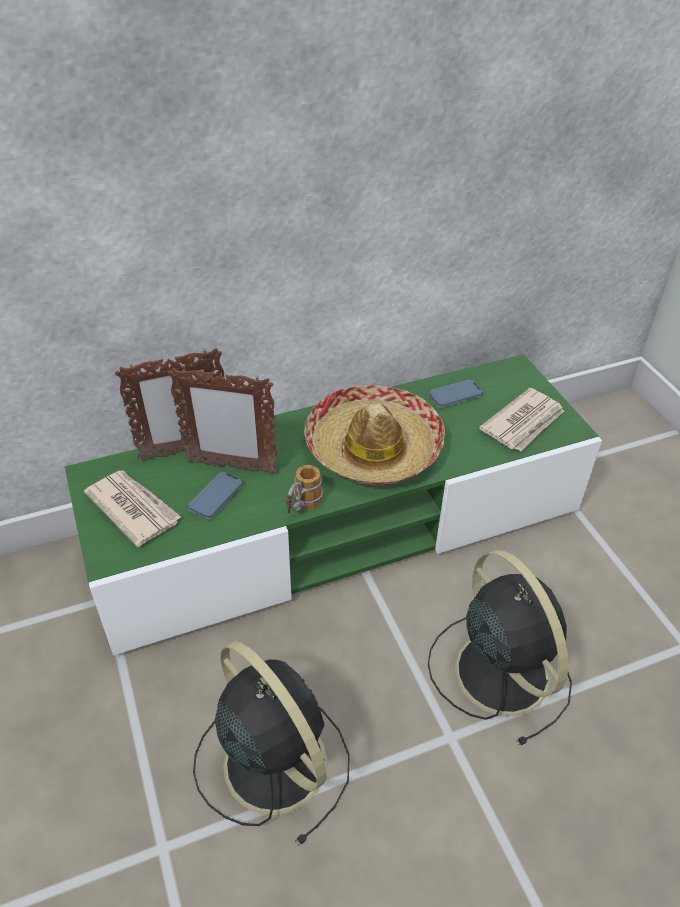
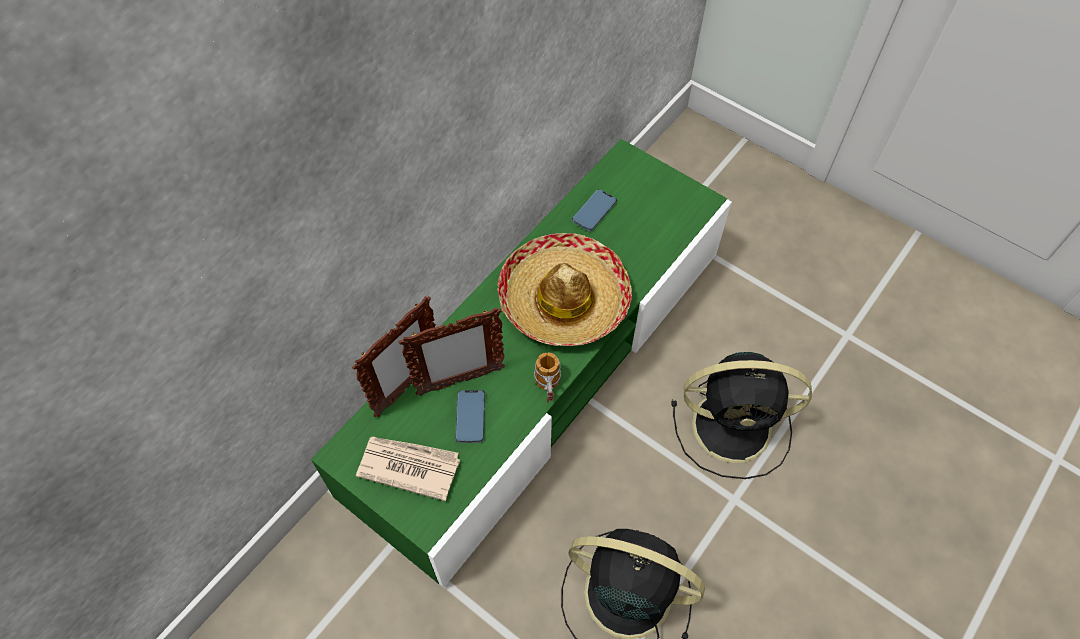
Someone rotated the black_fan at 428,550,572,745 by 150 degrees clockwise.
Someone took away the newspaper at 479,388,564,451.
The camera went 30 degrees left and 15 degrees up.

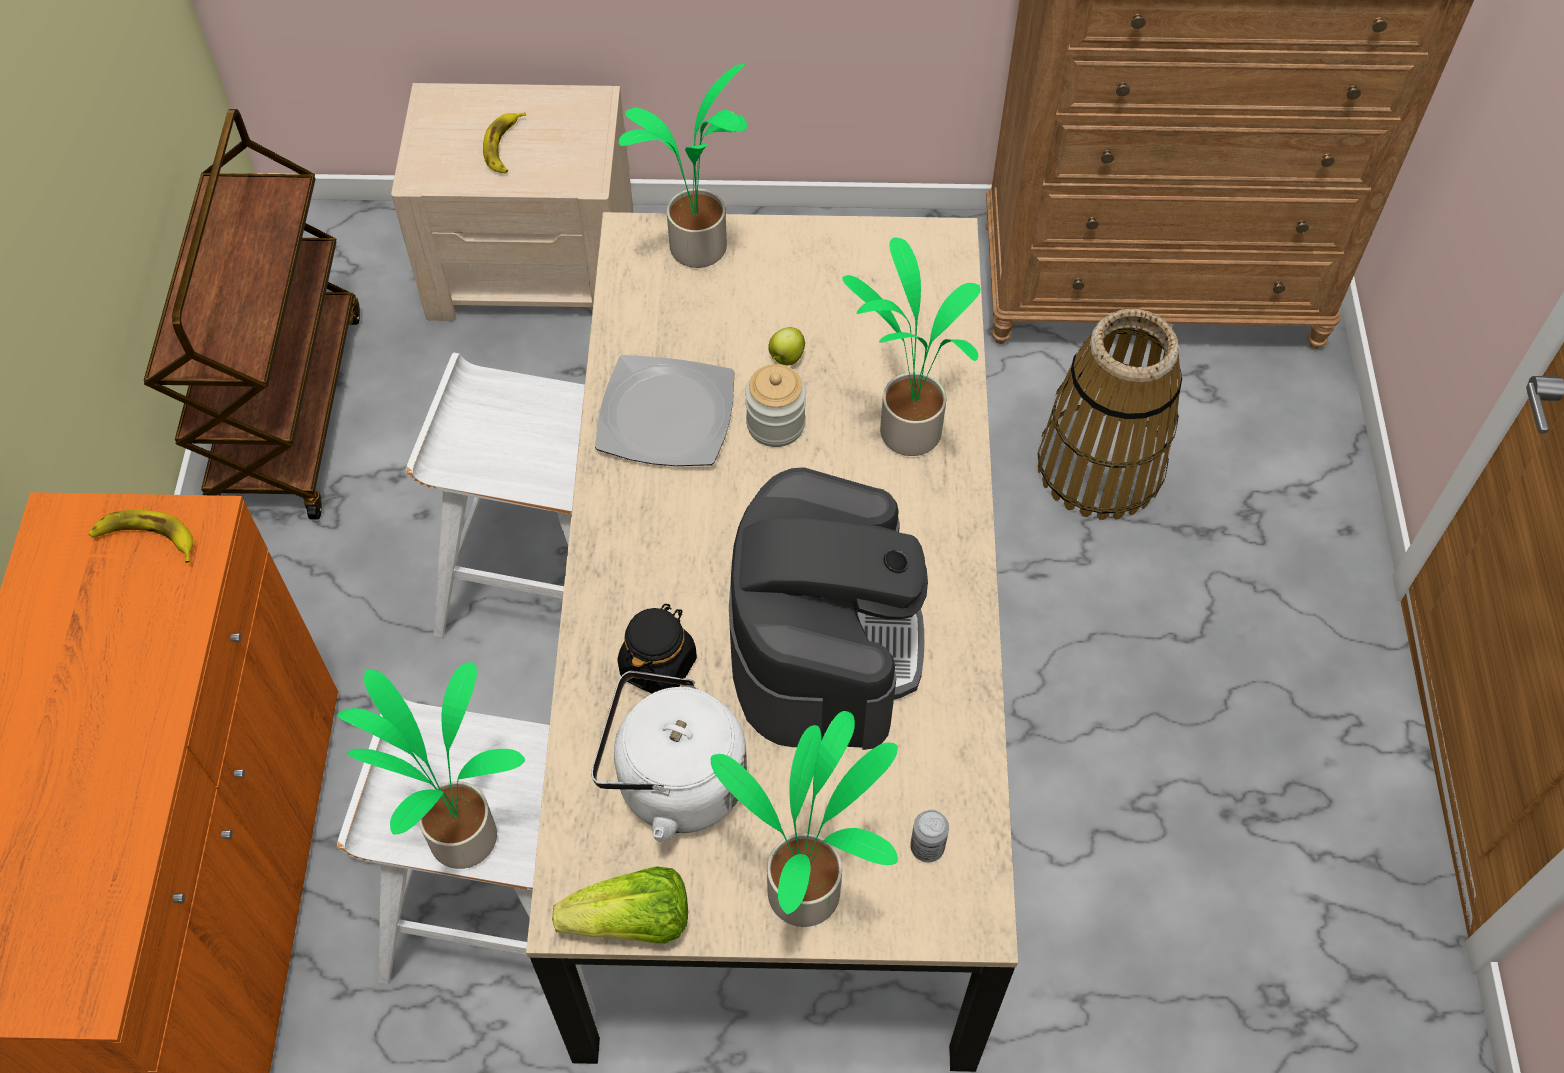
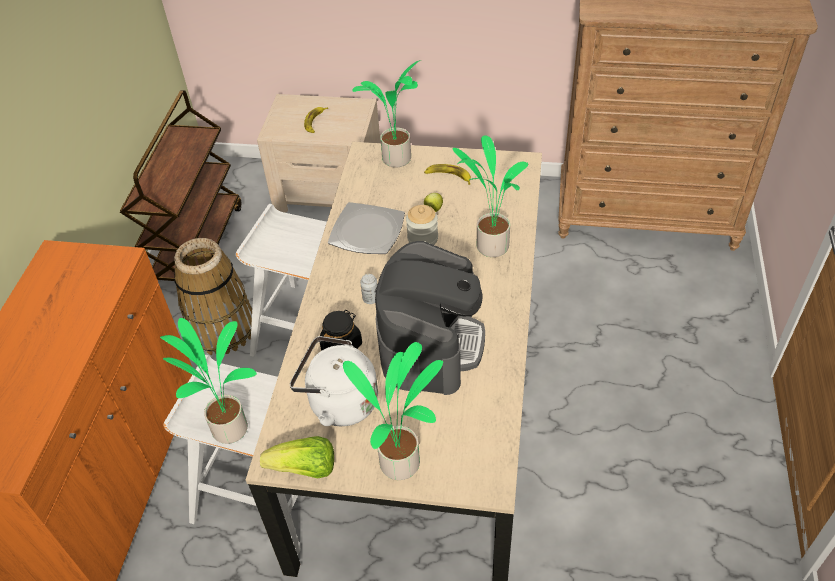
Someone carried the basket from 1038,309,1182,520 to 174,238,252,355.
Someone carried the can from 910,810,949,862 to 360,274,378,304.
Someone carried the banana from 89,510,193,563 to 424,164,471,185.
The camera went 10 degrees right and 10 degrees down.

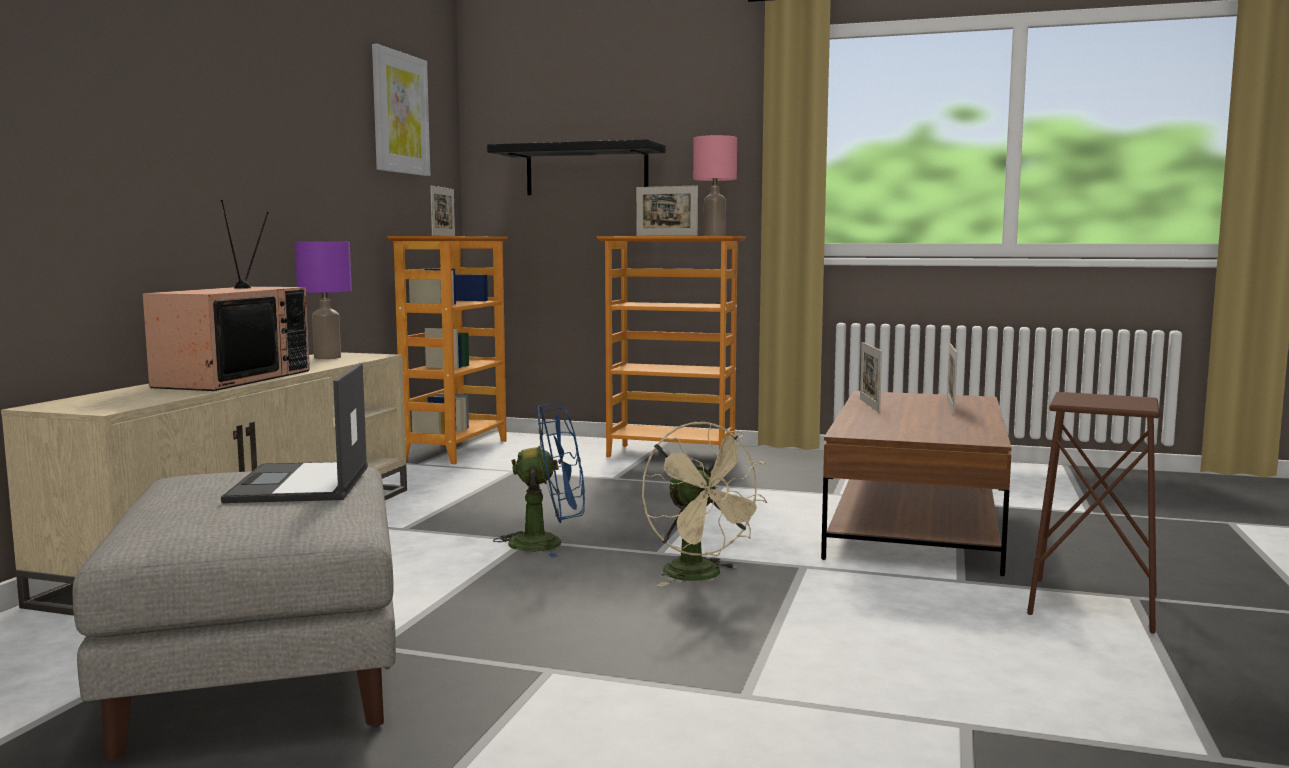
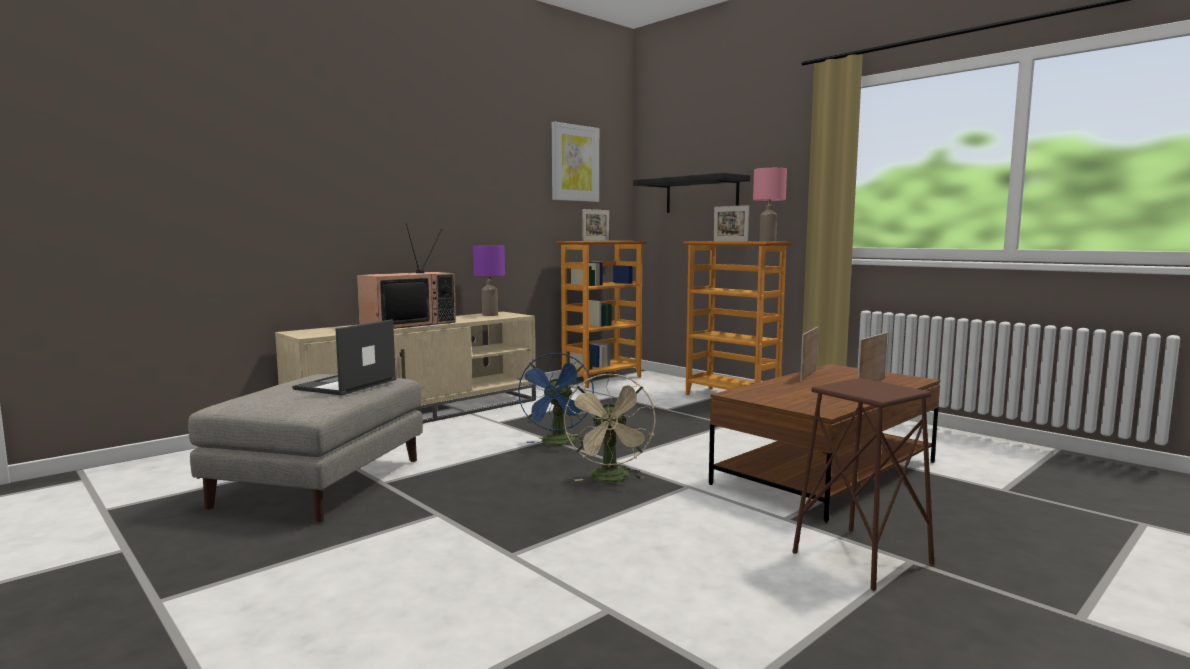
Someone rotated the blue_fan at 493,402,585,558 by 75 degrees clockwise.
The camera went 30 degrees right and 0 degrees up.

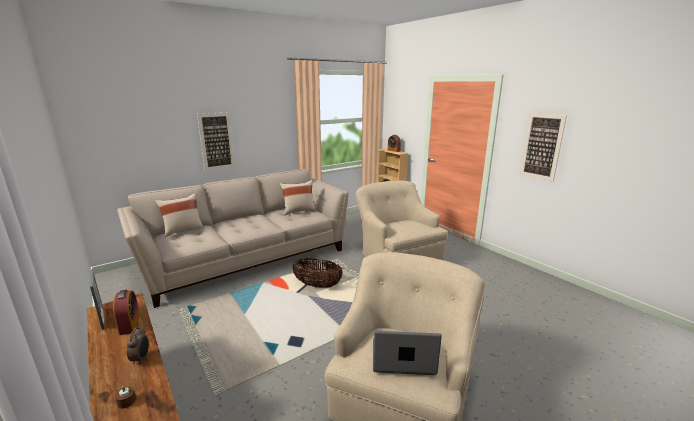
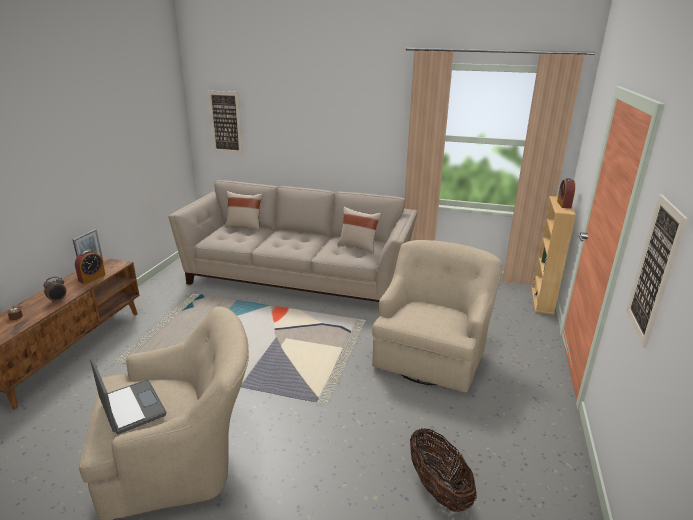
Someone carried the picture from 197,112,235,171 to 207,91,243,154.
Someone carried the basket from 292,258,343,288 to 410,428,477,512.
The camera went 50 degrees right and 5 degrees up.

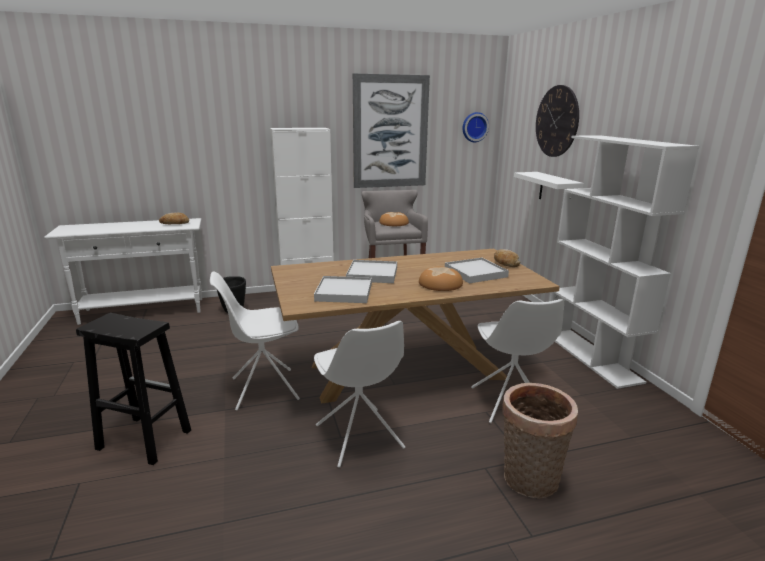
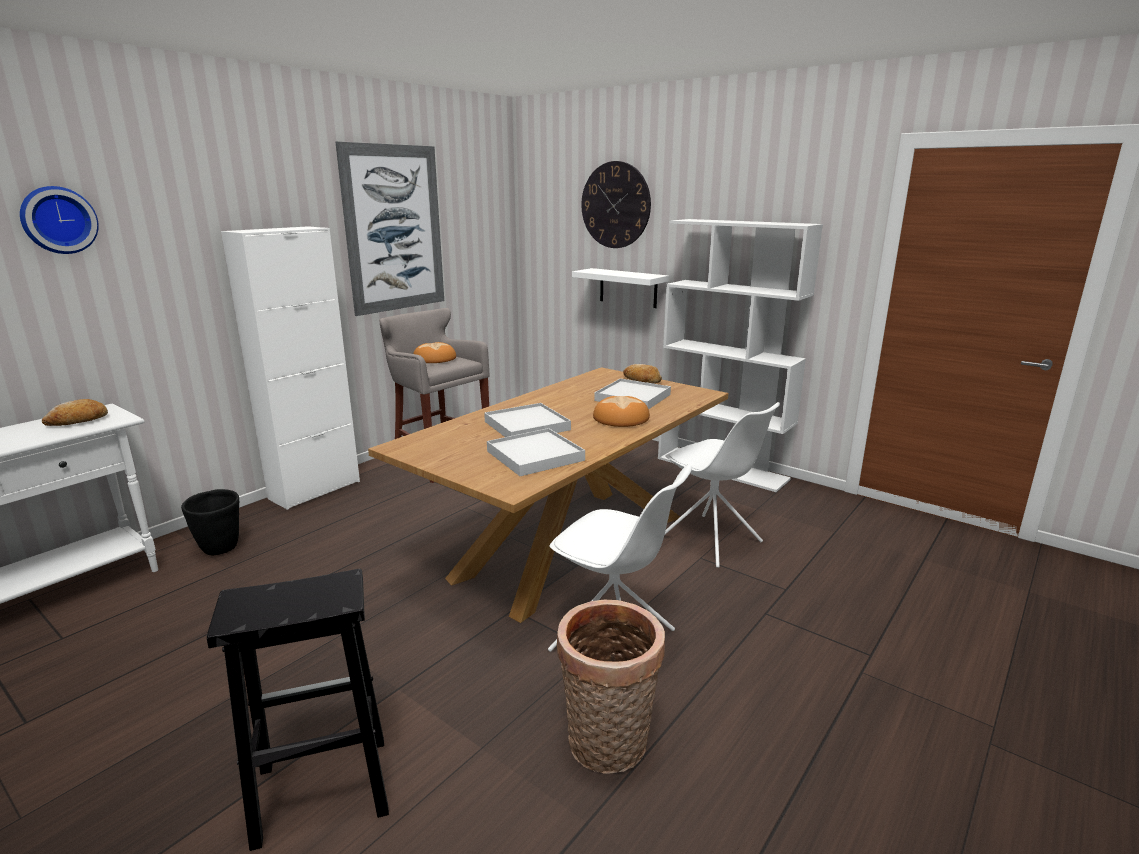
Someone carried the wall_clock from 463,112,489,142 to 20,186,99,254.
Someone carried the basket from 502,383,578,499 to 557,600,665,774.
Someone took away the white_chair at 210,271,300,410.
The camera went 35 degrees left and 0 degrees up.

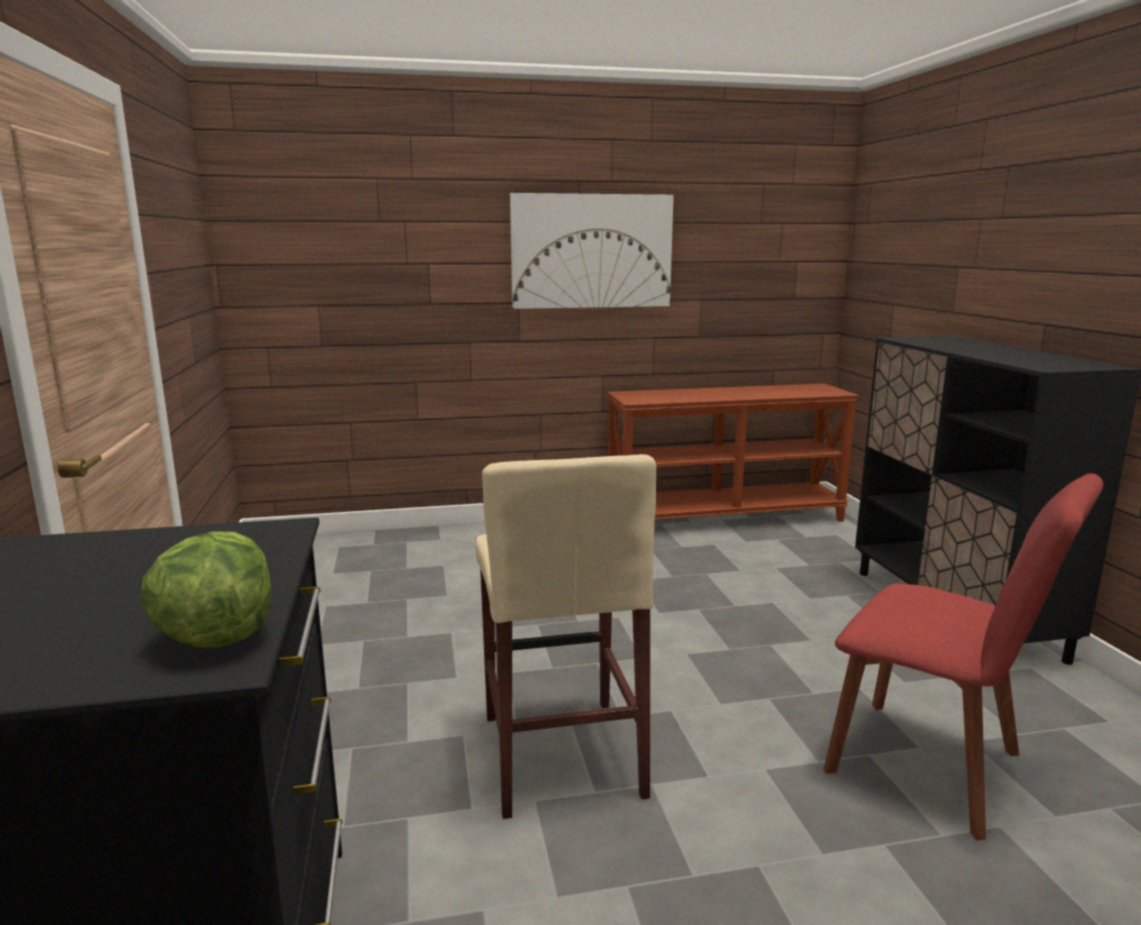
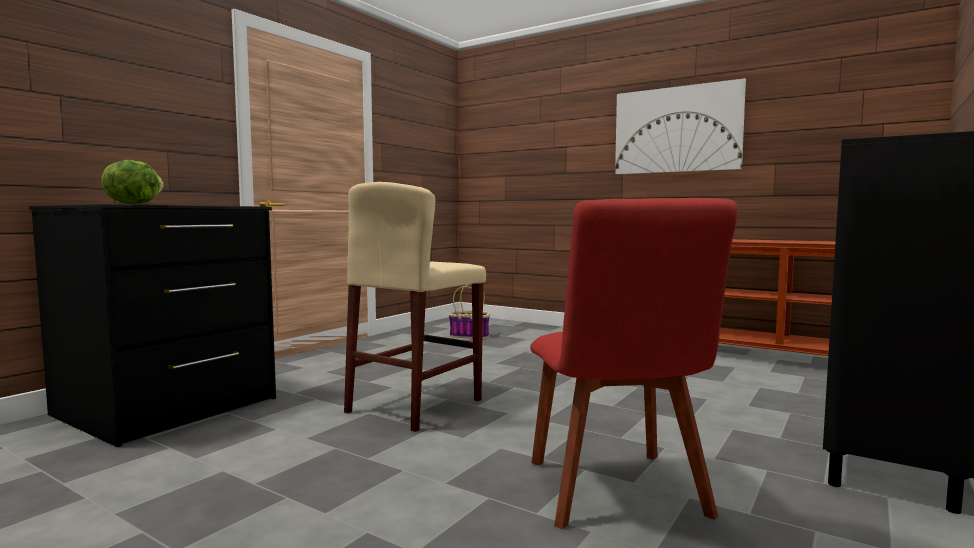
Someone put down the basket at 449,284,490,339.
The camera went 45 degrees right and 10 degrees down.

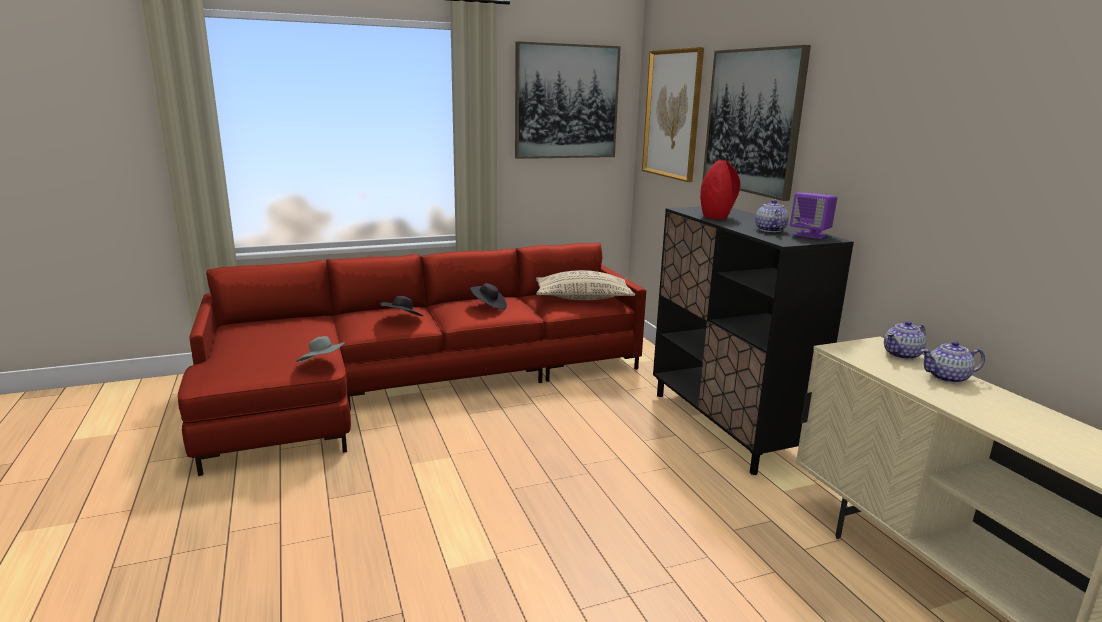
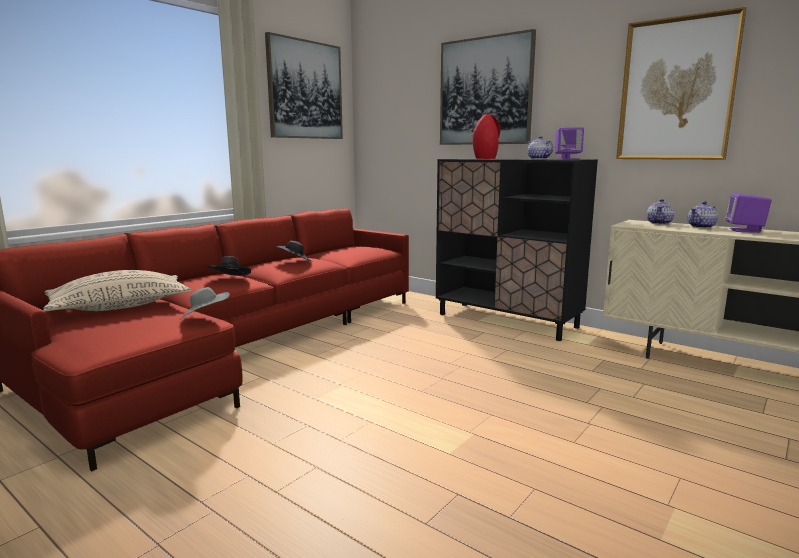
Someone carried the beige_pillow from 536,270,635,300 to 43,270,192,311.
Someone carried the picture from 642,47,704,182 to 616,7,747,160.
Someone put down the purple_speaker at 725,193,772,233.
The camera went 30 degrees left and 5 degrees down.

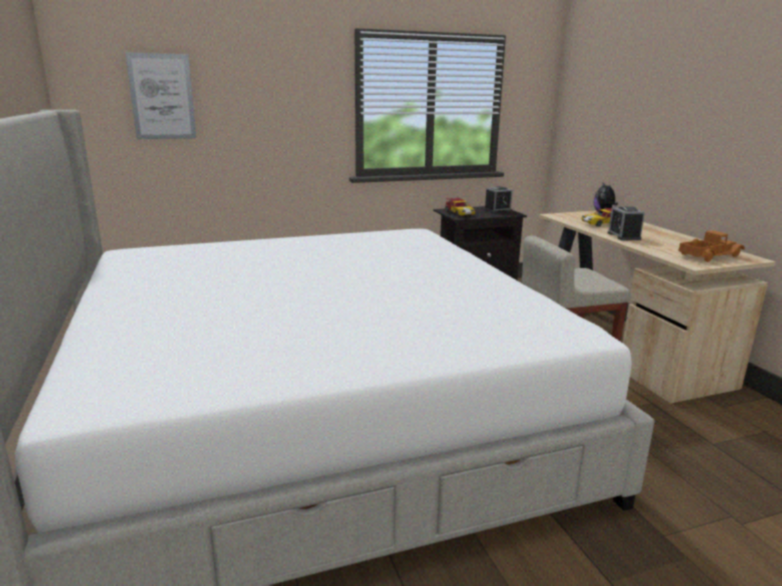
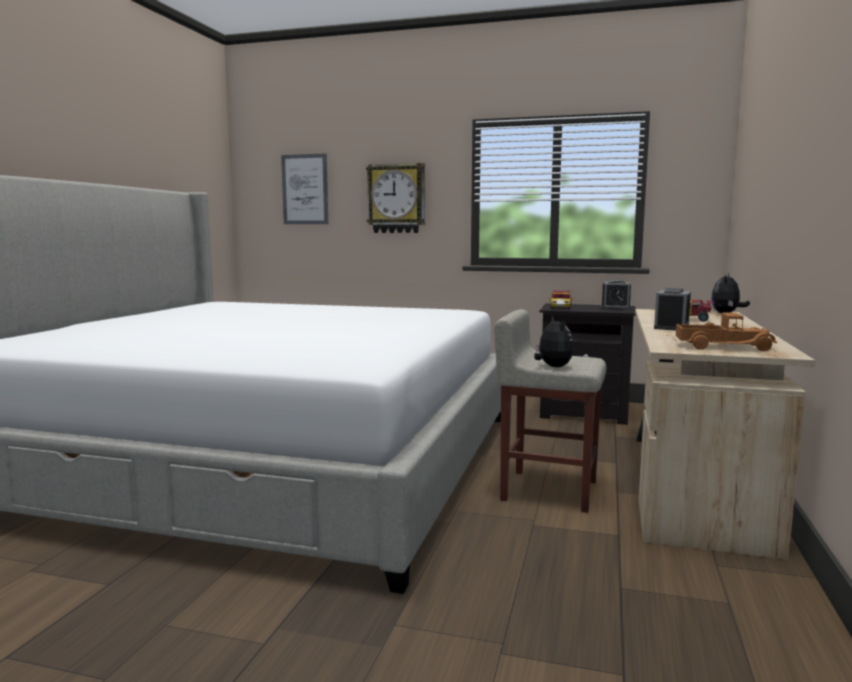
Someone put up the wall_clock at 366,163,425,233.
Someone put down the plush_toy at 534,316,574,367.
The camera went 35 degrees right and 10 degrees down.

